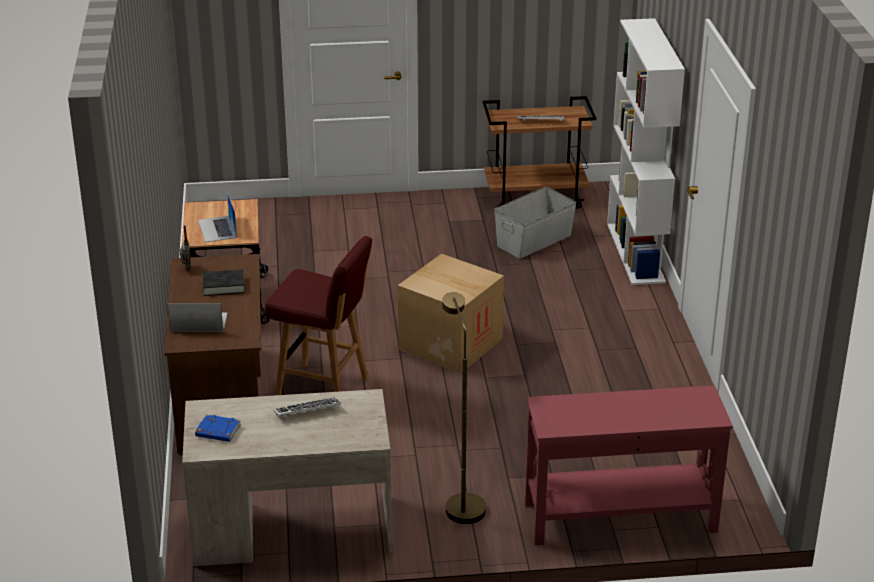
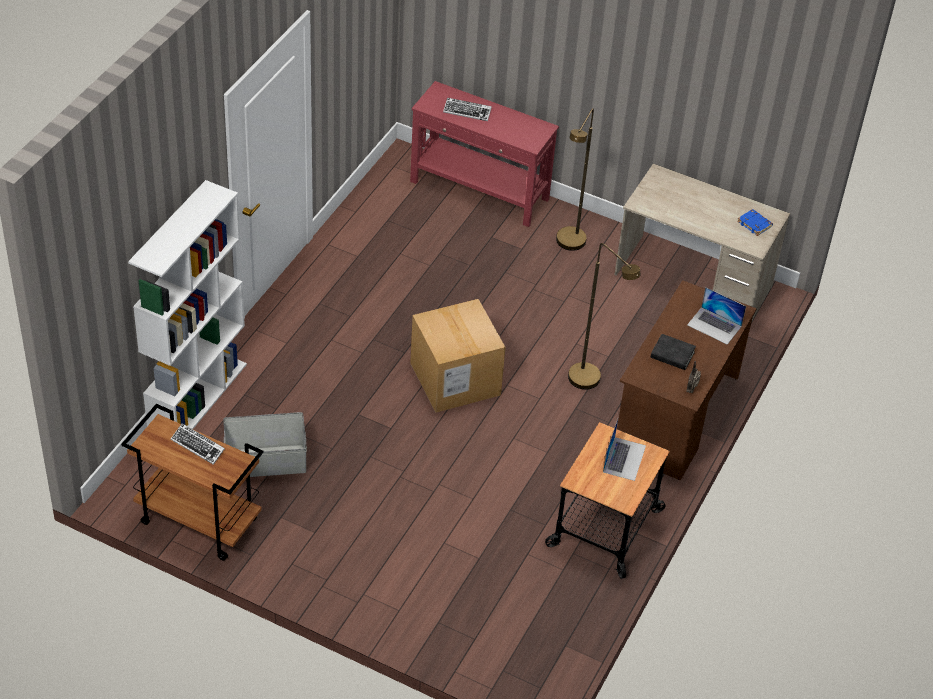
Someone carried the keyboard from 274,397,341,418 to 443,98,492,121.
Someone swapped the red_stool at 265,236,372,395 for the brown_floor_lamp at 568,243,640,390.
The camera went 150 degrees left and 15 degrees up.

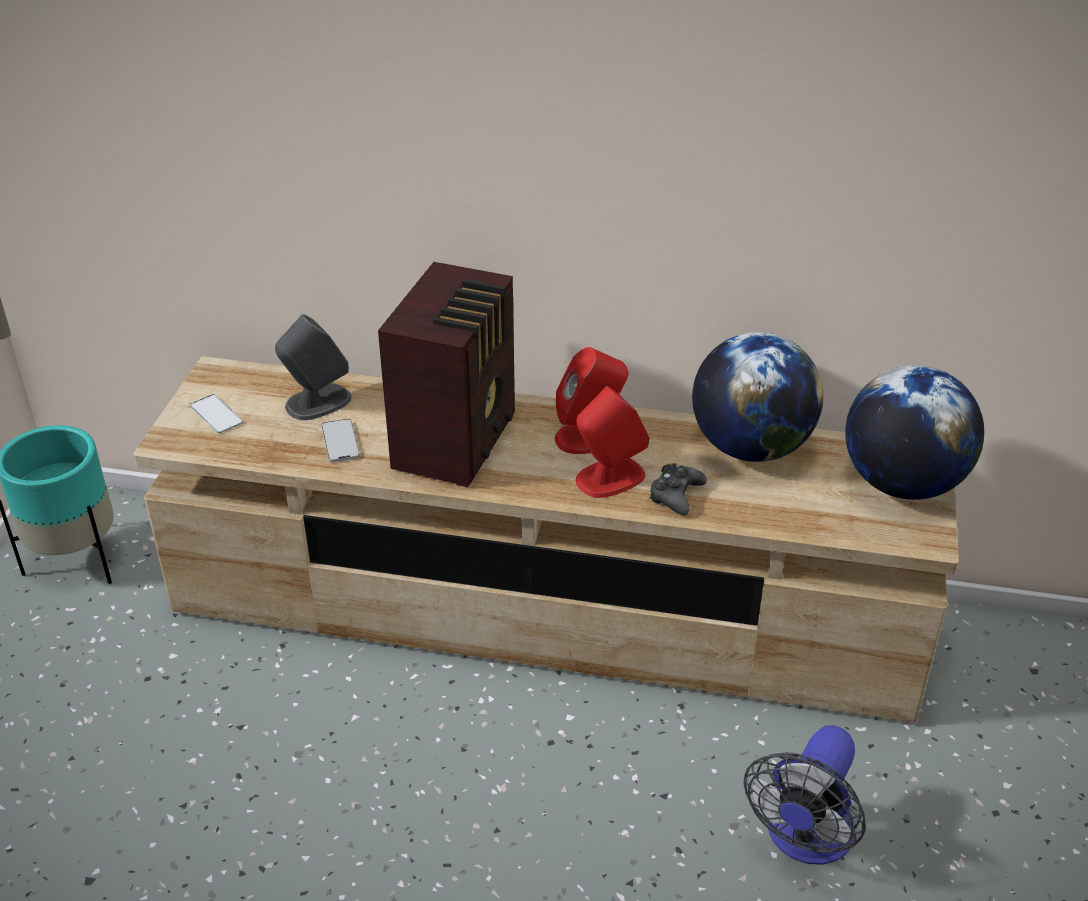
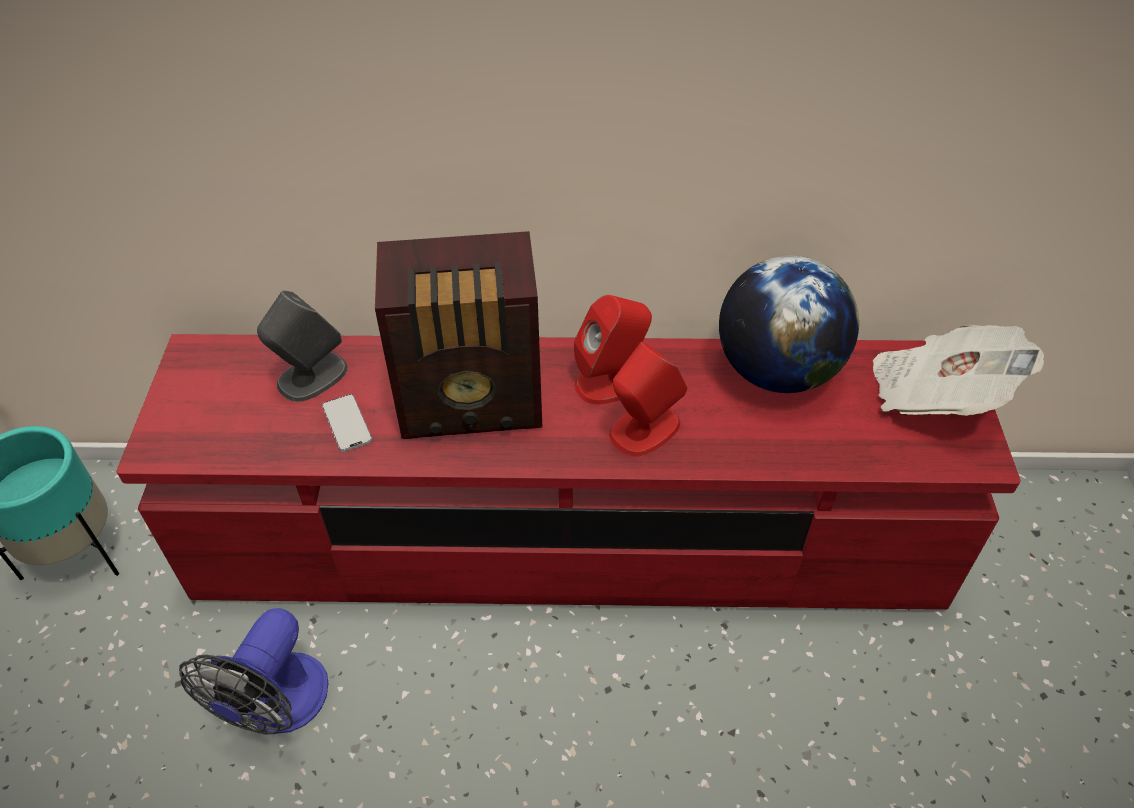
Someone repainted the beige_tv_stand at 133,356,959,722, which became the red_tv_stand at 117,334,1020,610.
Someone carried the fan from 744,725,866,865 to 179,608,329,735.
Someone rotated the radio at 378,262,515,487 by 75 degrees clockwise.
Someone swapped the globe at 845,365,984,500 for the newspaper at 873,325,1044,416.
Someone took away the phone at 190,394,243,433.
Someone took away the black_game_controller at 649,463,707,515.
The camera went 10 degrees left and 10 degrees up.

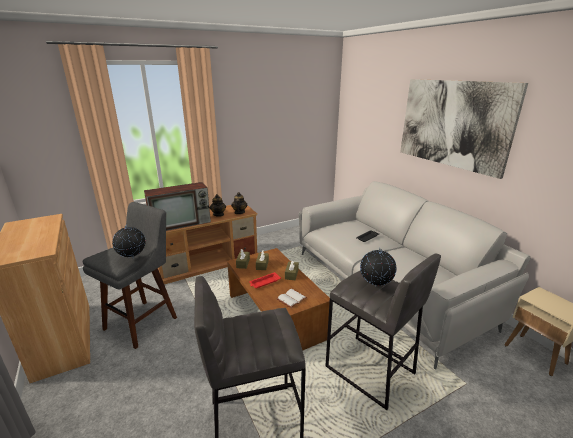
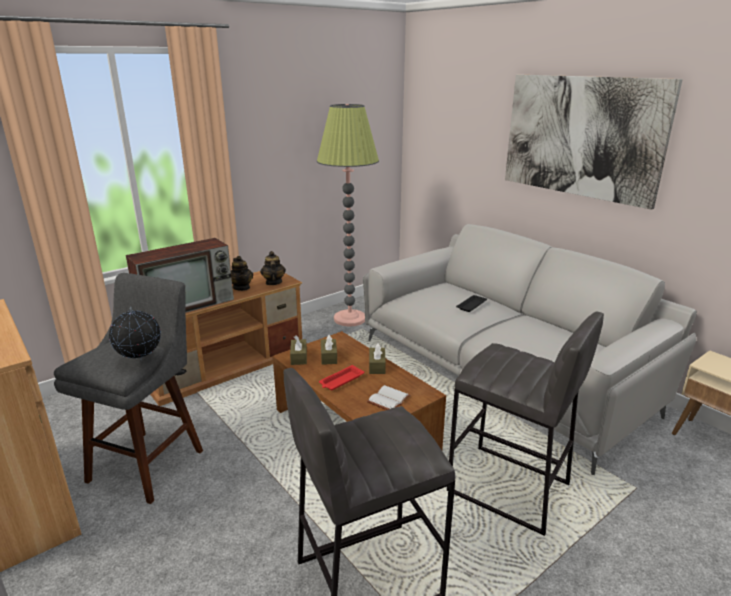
Someone put down the floor_lamp at 317,104,379,327.
Someone took away the globe at 360,248,396,286.
The camera went 10 degrees left and 0 degrees up.

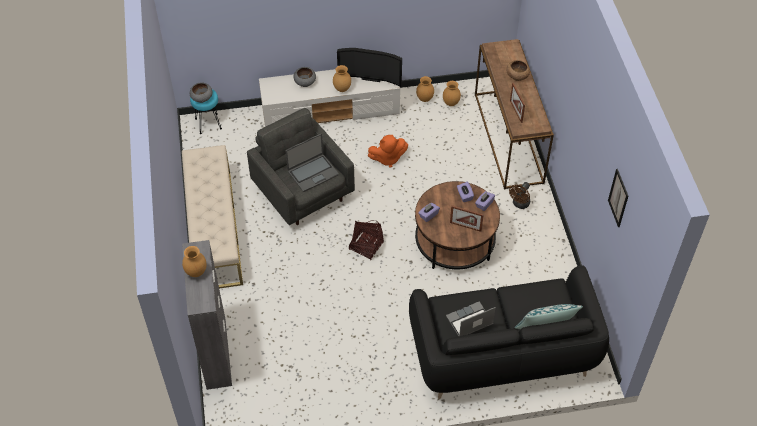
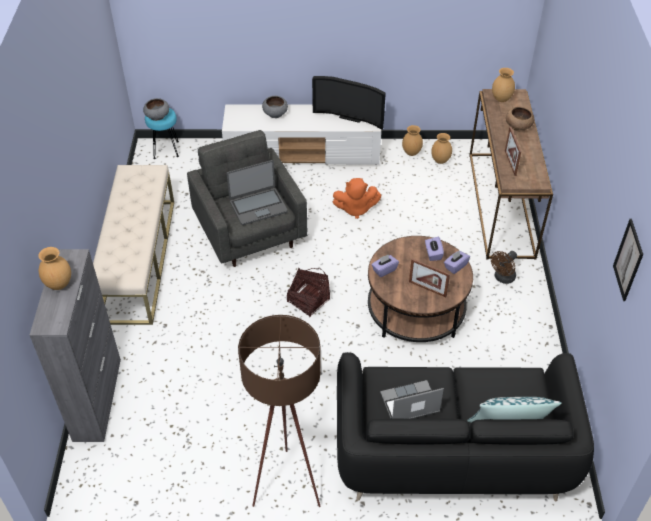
Someone put down the brown_floor_lamp at 238,315,321,507.
Someone carried the brown_vase from 333,65,351,92 to 492,68,515,102.
The camera went 10 degrees right and 5 degrees down.

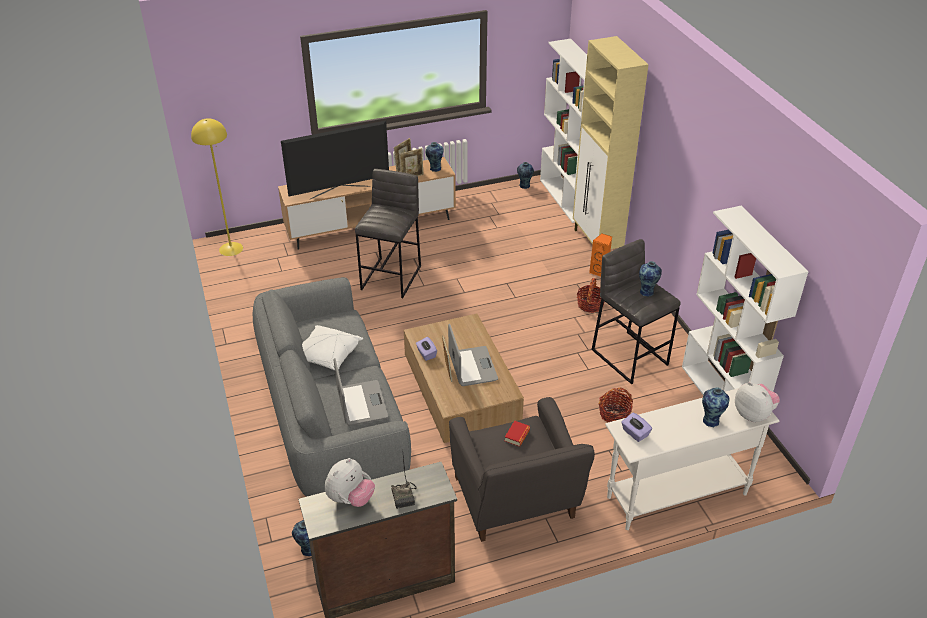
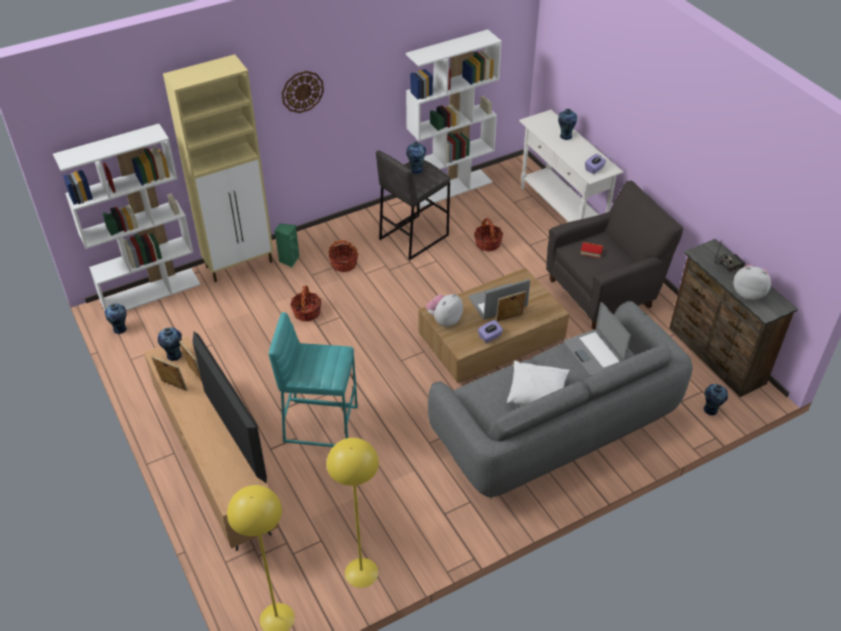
Someone repainted the grey_stool at 355,169,421,298, which became the turquoise_stool at 269,312,358,447.
Someone repainted the orange_speaker at 589,234,612,277, which became the green_speaker at 275,224,299,267.
Someone put up the wall_clock at 282,71,324,113.
Someone put down the basket at 290,286,321,321.
Someone put down the yellow_floor_lamp at 327,438,379,588.
Someone carried the plush_toy from 735,382,780,422 to 426,293,463,327.
Someone rotated the laptop at 334,358,388,426 by 90 degrees counterclockwise.
The camera went 100 degrees left and 5 degrees up.

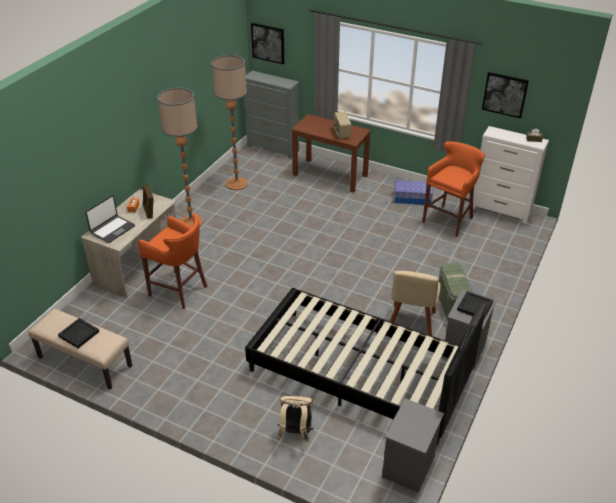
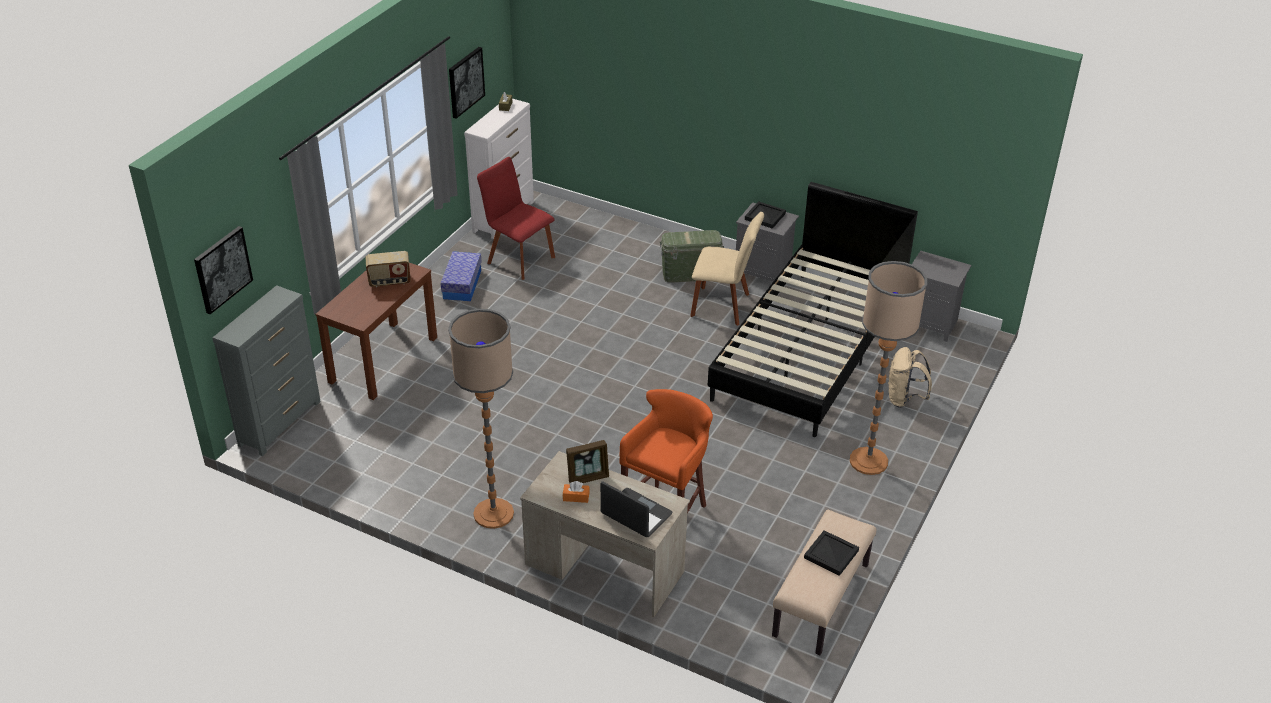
Someone swapped the orange_stool at 422,142,485,237 for the red_chair at 477,157,555,280.
Someone carried the floor_lamp from 211,55,248,190 to 850,261,927,475.
The camera went 90 degrees left and 0 degrees up.

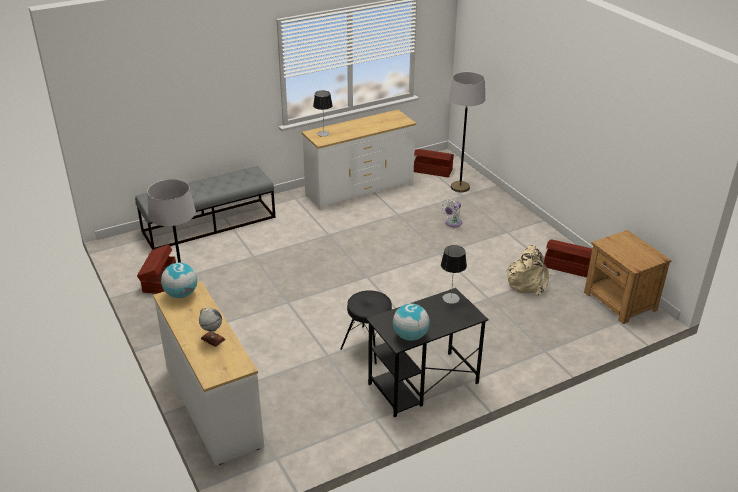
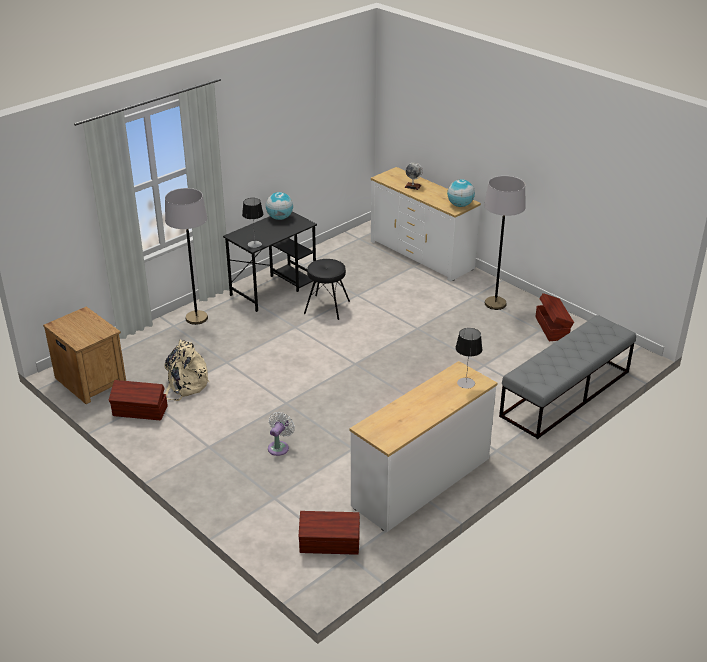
Someone carried the grey_floor_lamp from 449,72,485,192 to 165,188,208,325.
The camera went 165 degrees right and 0 degrees up.

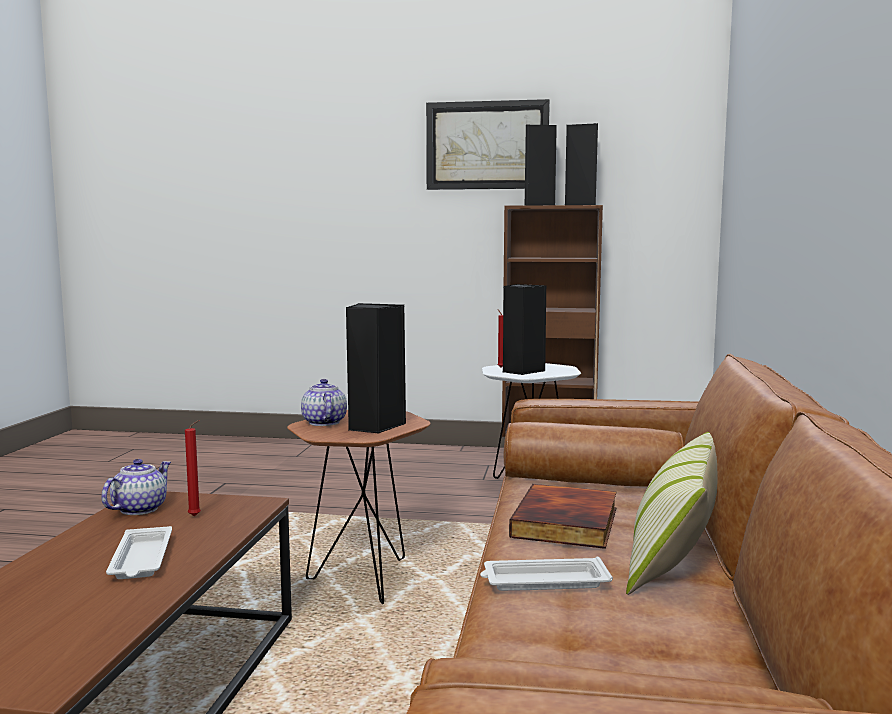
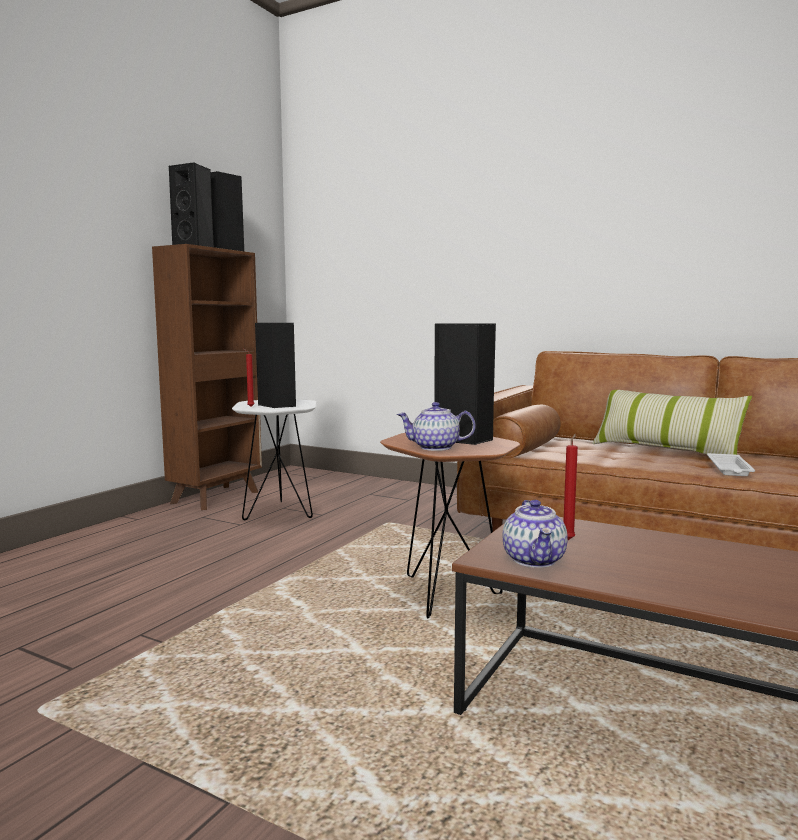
Someone rotated the teapot at 101,459,171,515 by 135 degrees counterclockwise.
Someone took away the white_tray at 106,526,172,579.
Someone took away the picture at 426,99,550,190.
Someone took away the book at 509,484,616,549.
The camera went 70 degrees left and 0 degrees up.

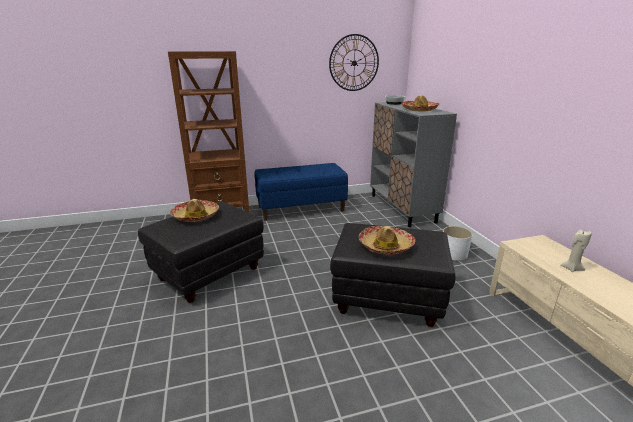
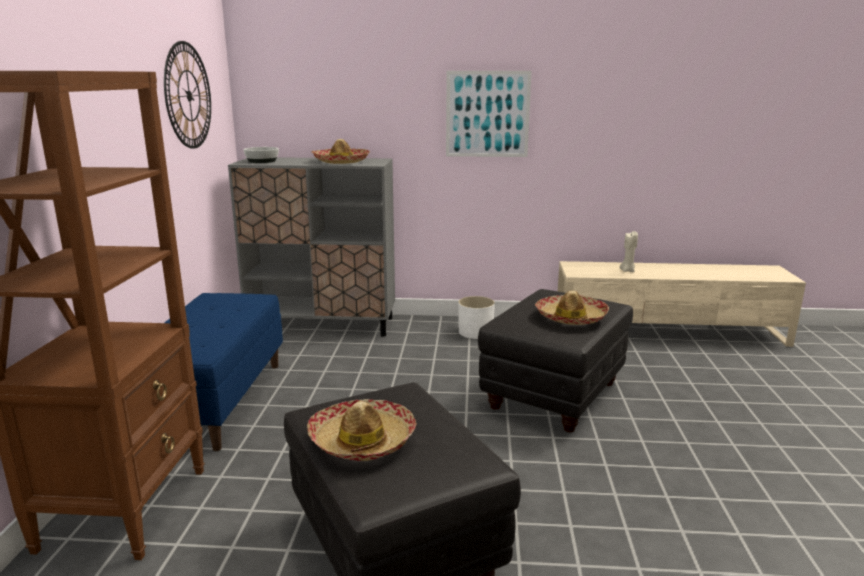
Someone put up the picture at 446,71,532,157.
The camera went 70 degrees left and 5 degrees down.

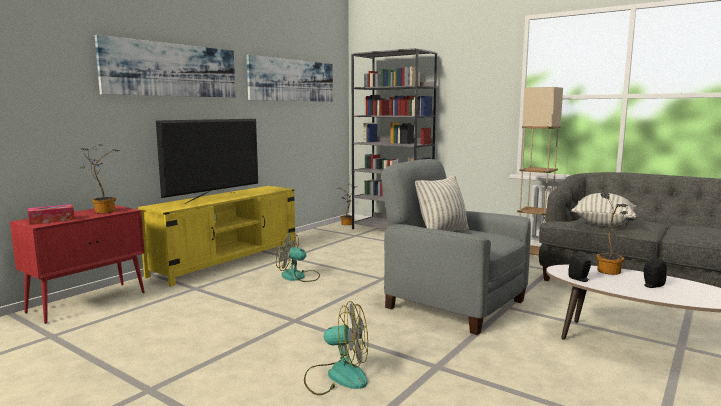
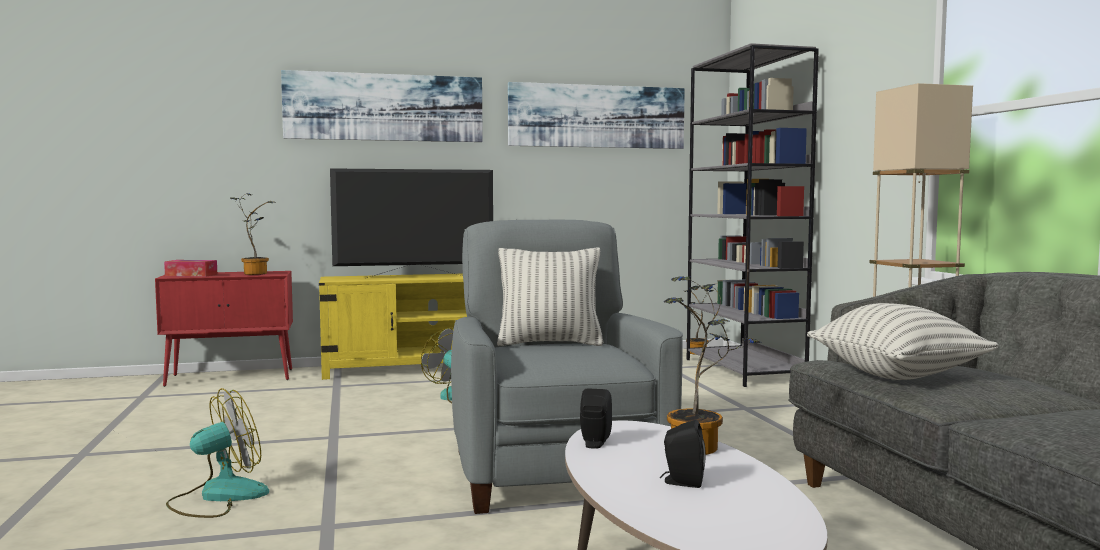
Someone rotated the fan at 304,301,368,395 by 90 degrees counterclockwise.
The camera went 40 degrees right and 5 degrees down.

